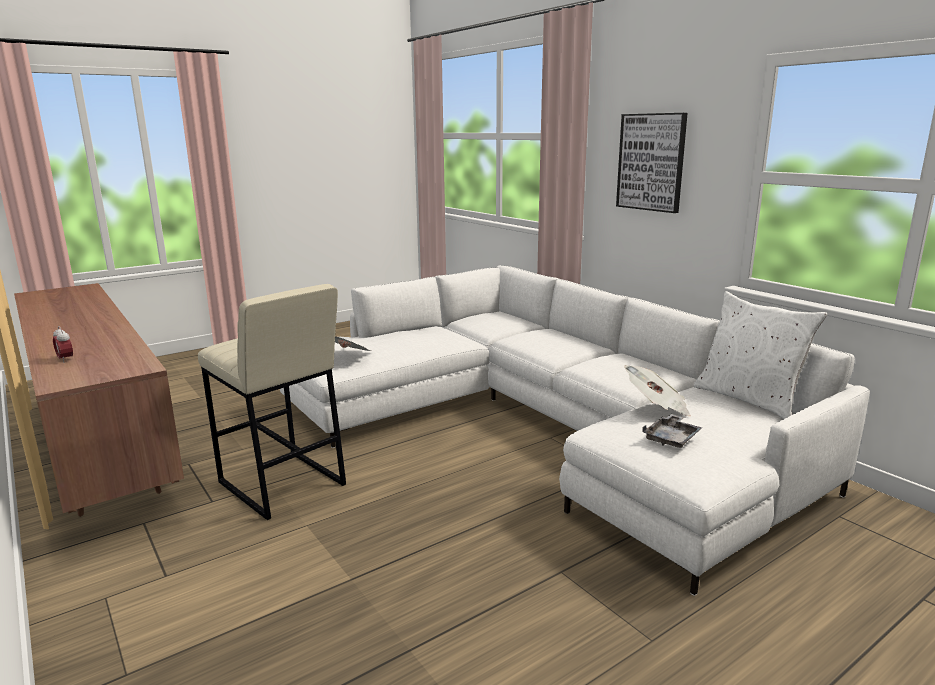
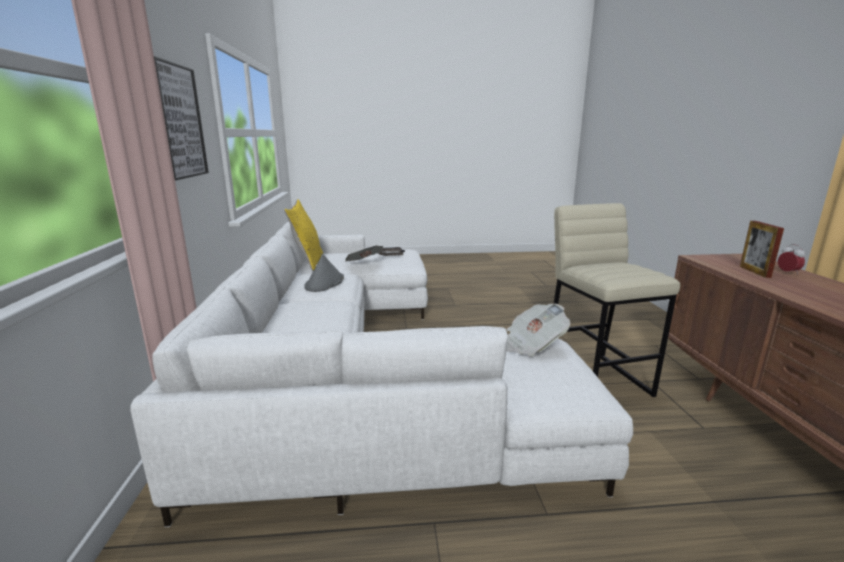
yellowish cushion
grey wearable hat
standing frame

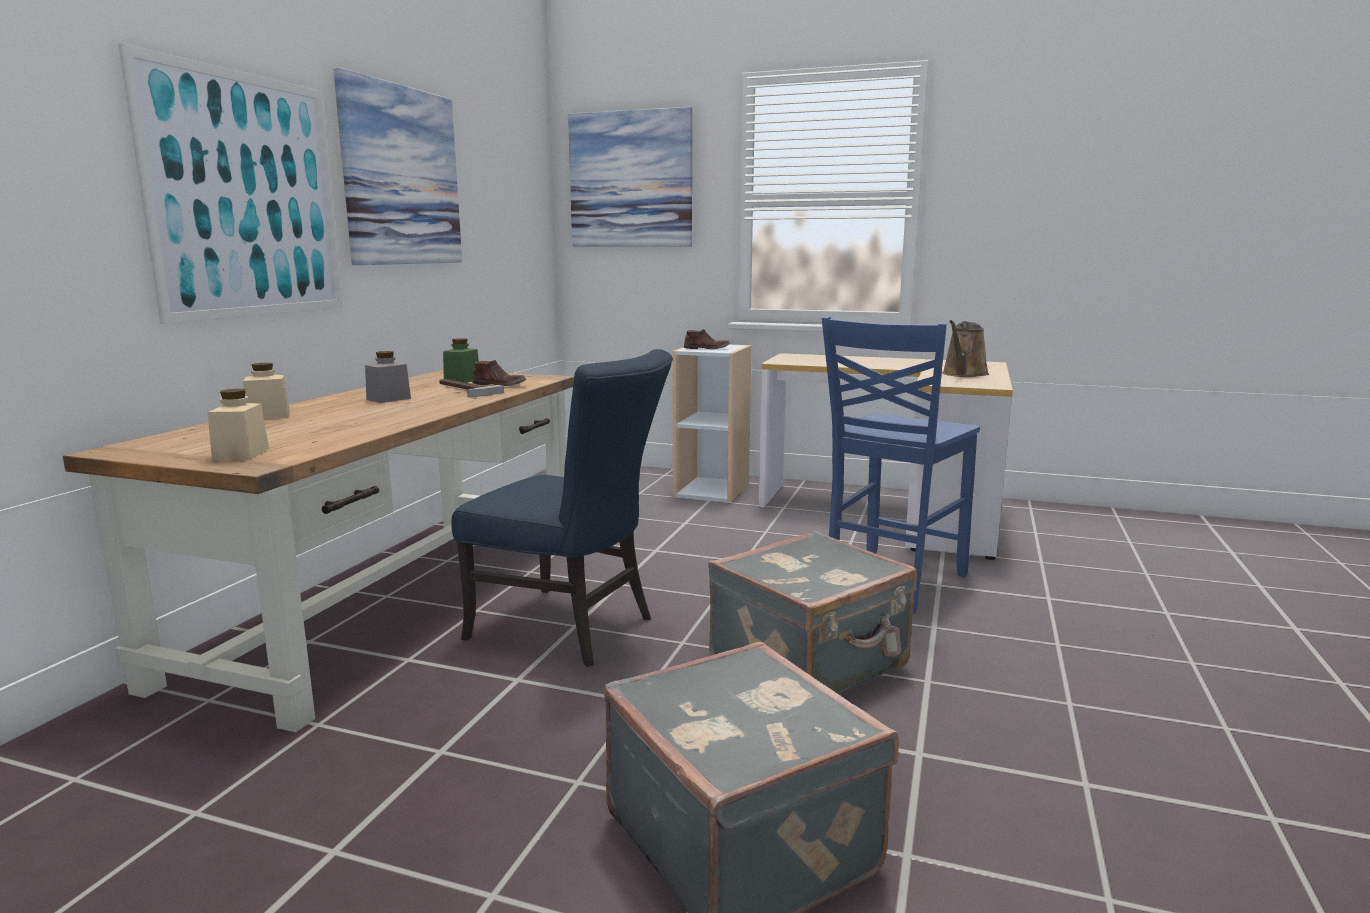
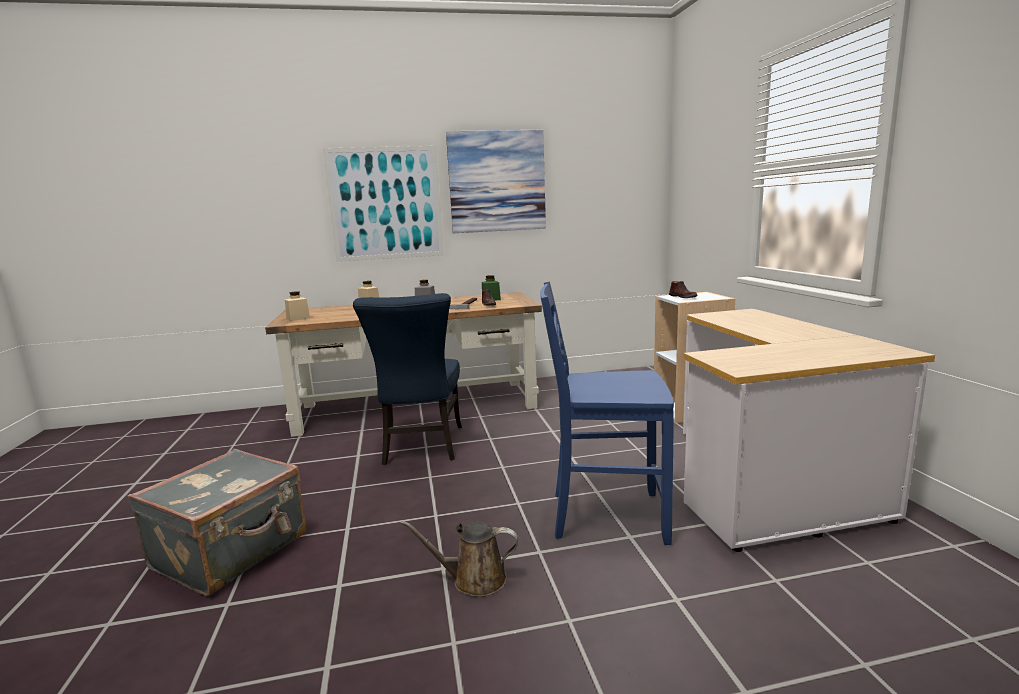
wall art (no. 3 from left in the first image)
grey suitcase (no. 2 from left in the first image)
brownish sprinkling can

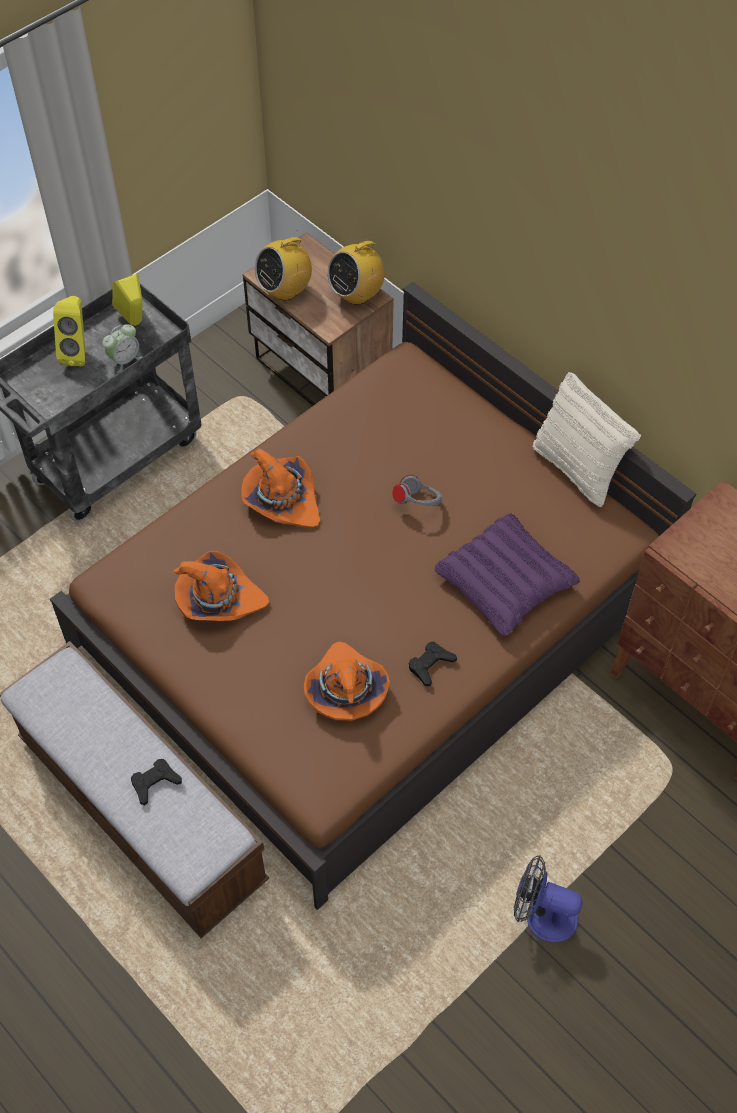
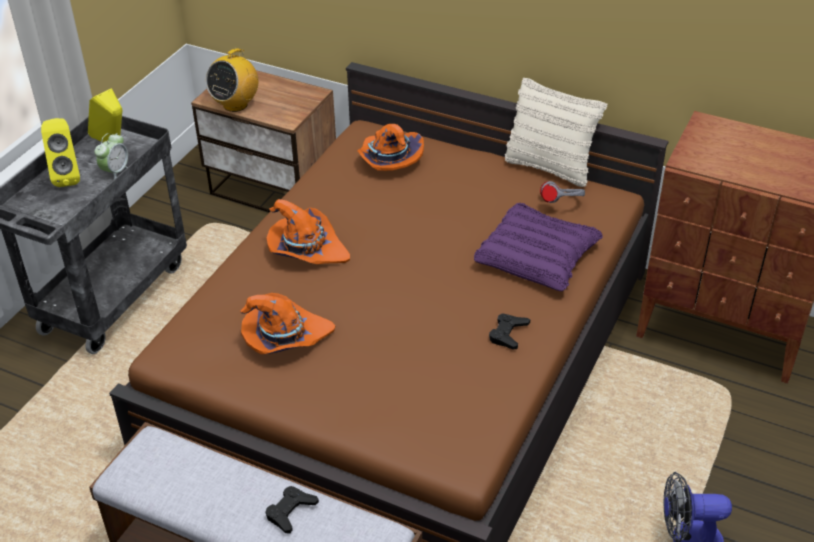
orange-coloured wearable hat (no. 3 from left)
radio (no. 2 from left in the first image)
grey pair of headphones

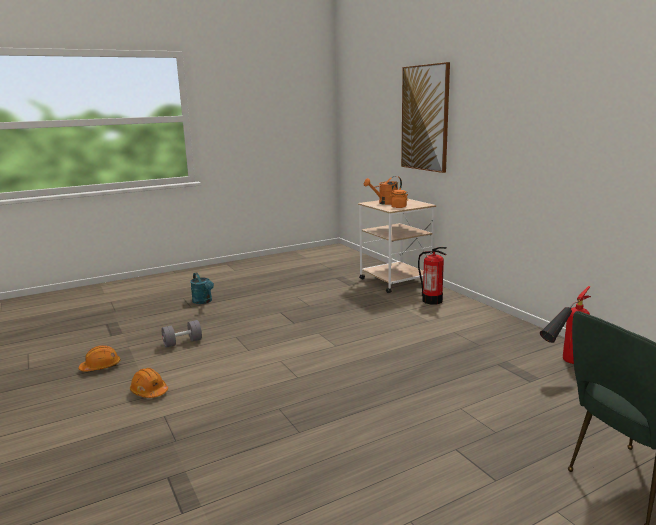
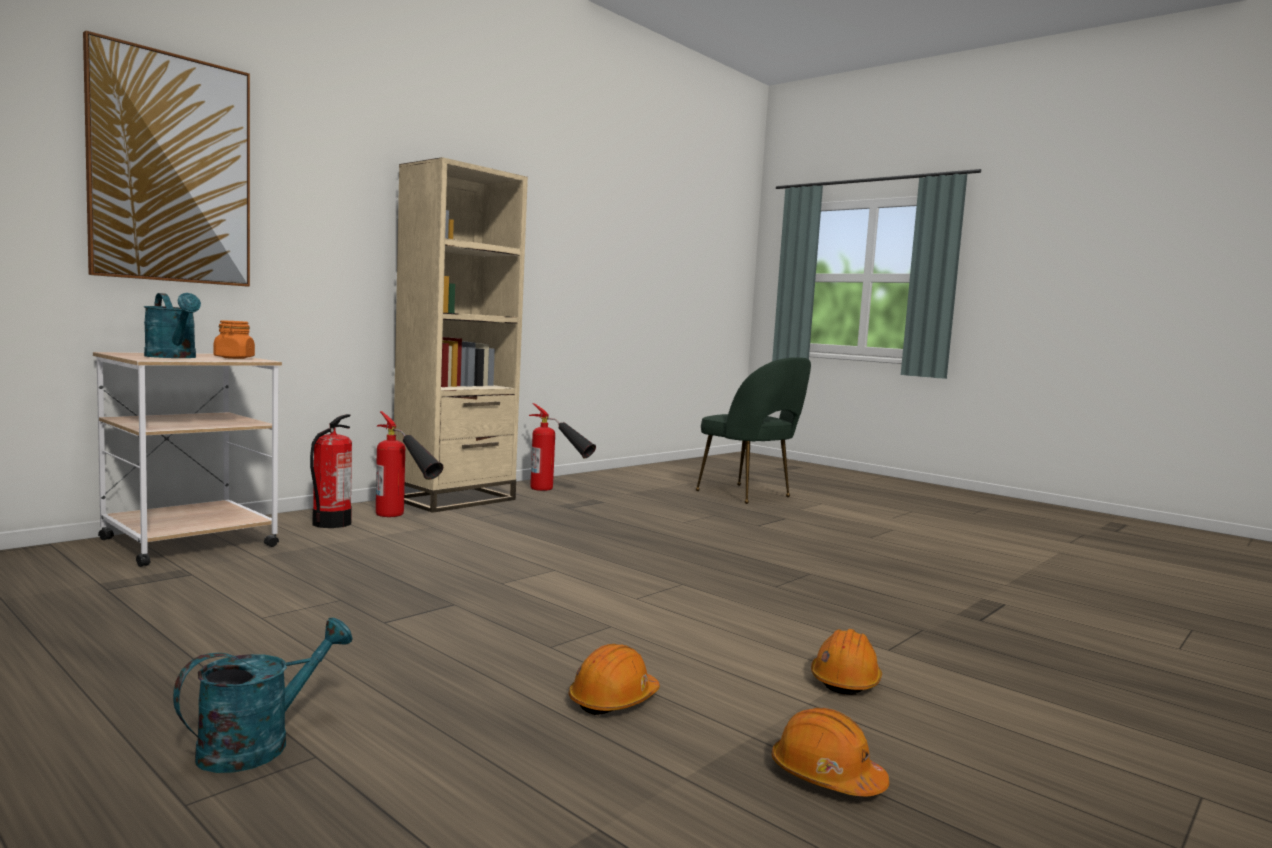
orange-coloured safety helmet (no. 1 from left)
turquoise-coloured sprinkling can (no. 1 from left)
fire-fighting cylinder (no. 2 from left)
beige-coloured bookshelf

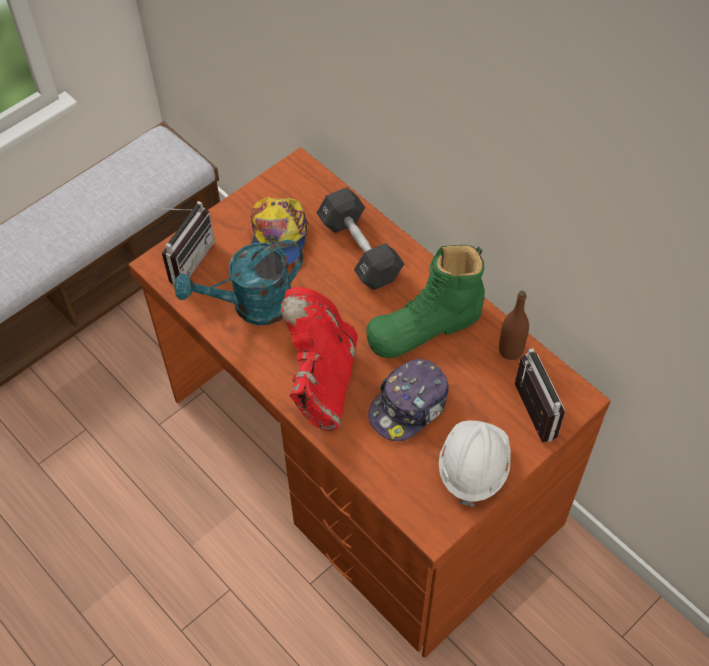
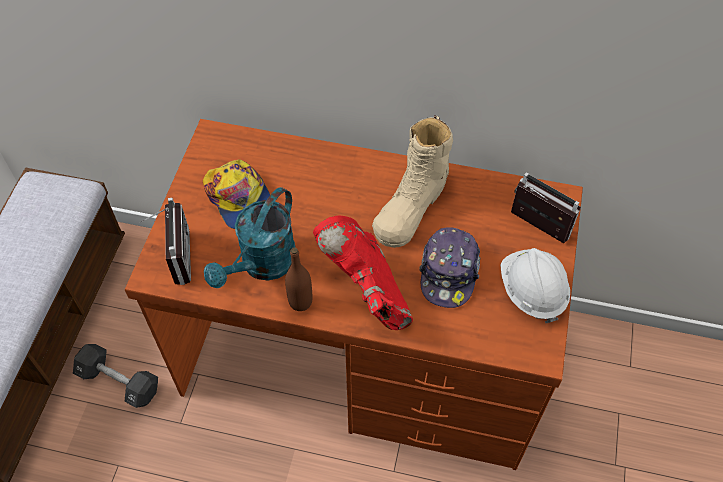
blackish dumbbell
beige-coloured high-top boot
brownish beverage bottle

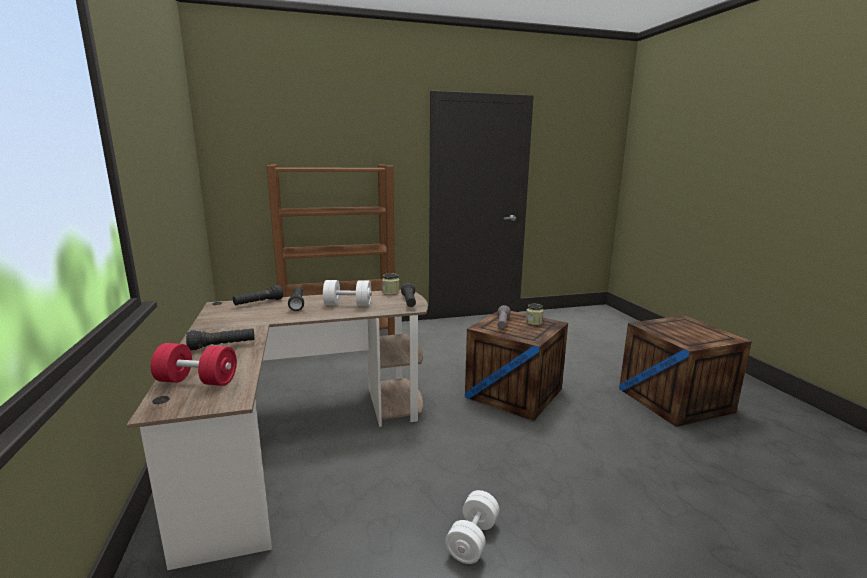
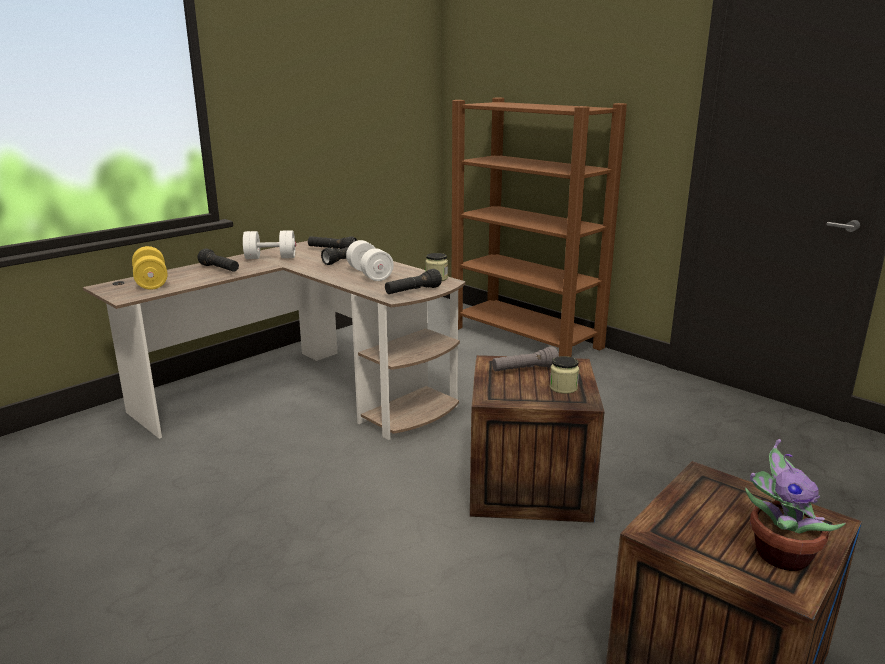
yellowish dumbbell
white dumbbell (no. 1 from left)
houseplant

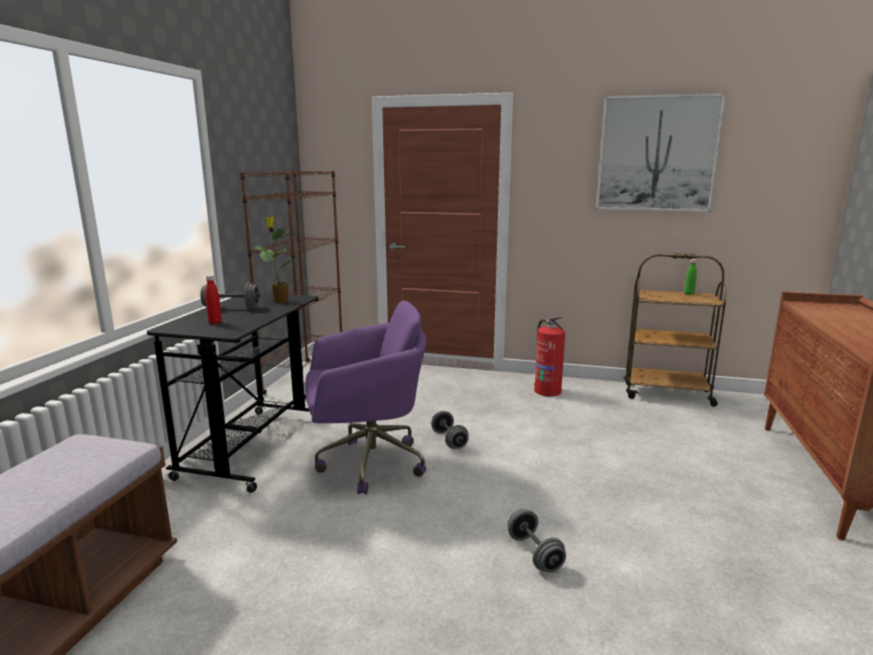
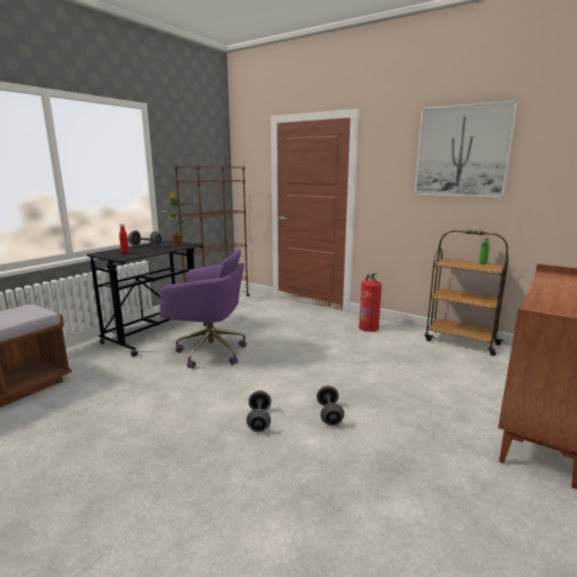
grey dumbbell (no. 3 from left)

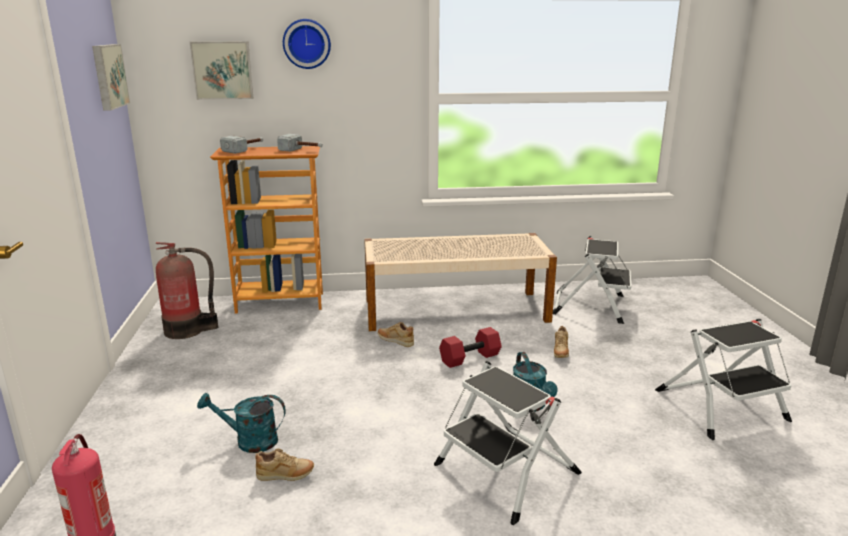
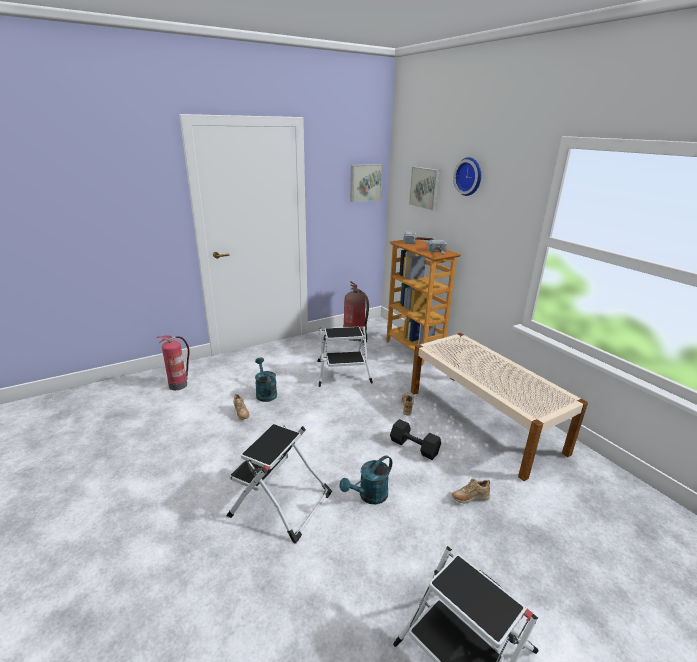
blackish dumbbell
step stool (no. 2 from left)

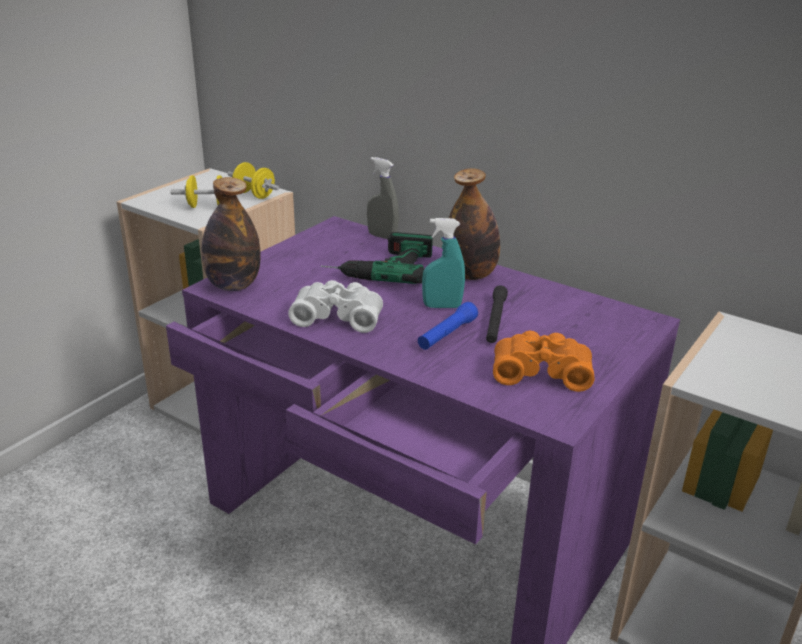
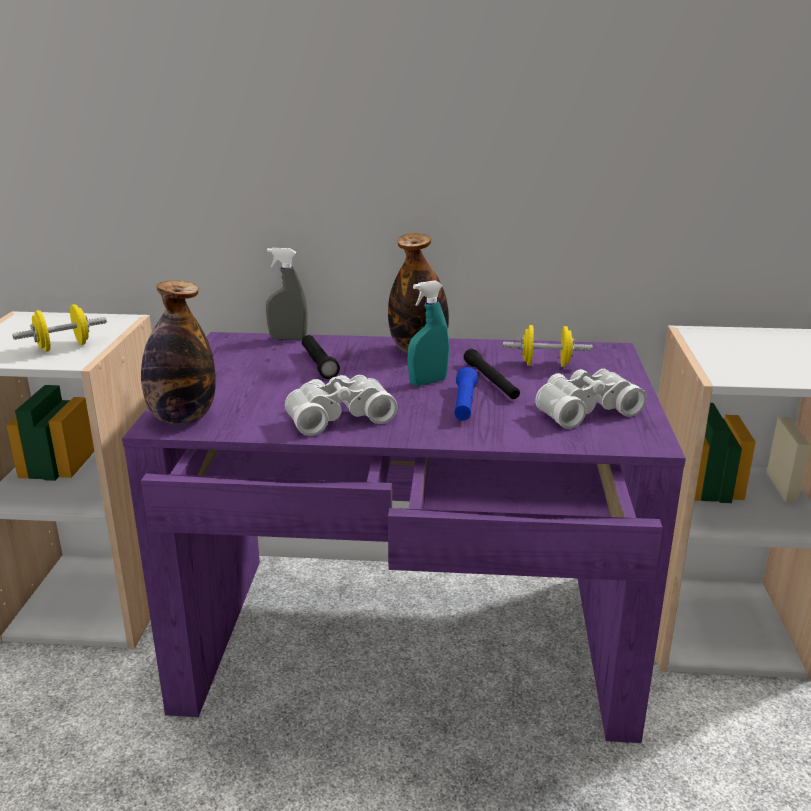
yellowish dumbbell (no. 2 from left)
blackish hand torch (no. 1 from left)
white binoculars (no. 2 from left)

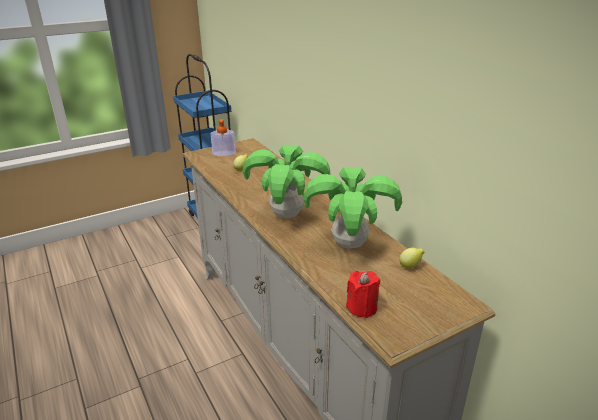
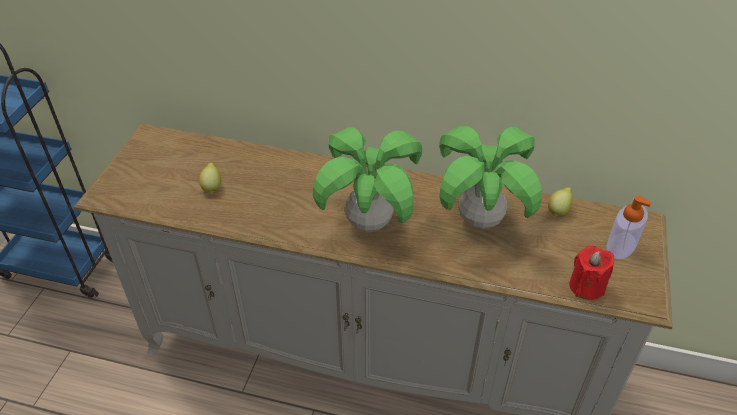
soap dispenser

